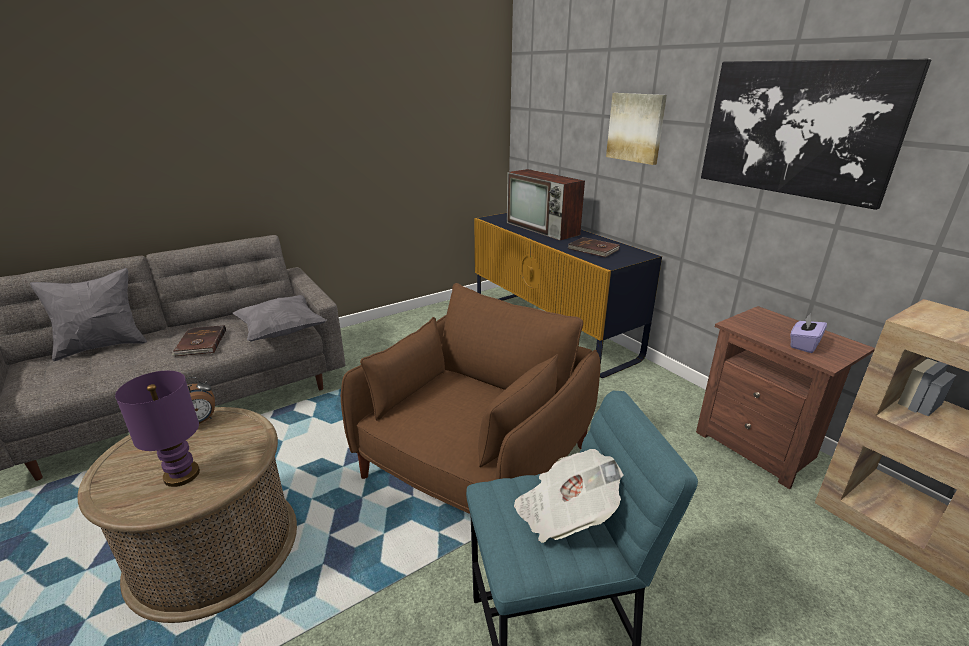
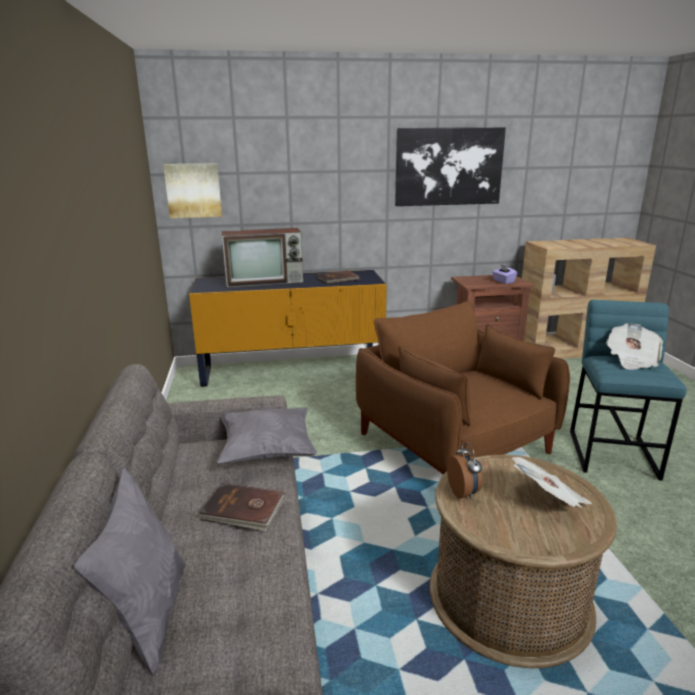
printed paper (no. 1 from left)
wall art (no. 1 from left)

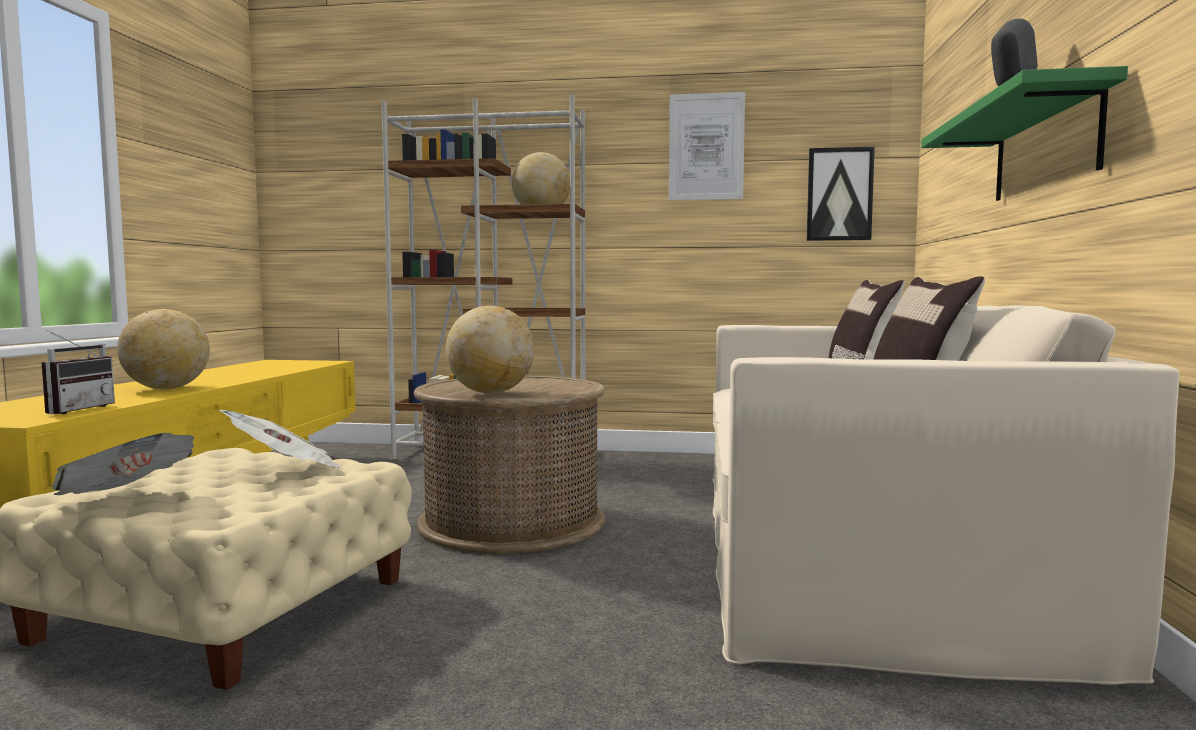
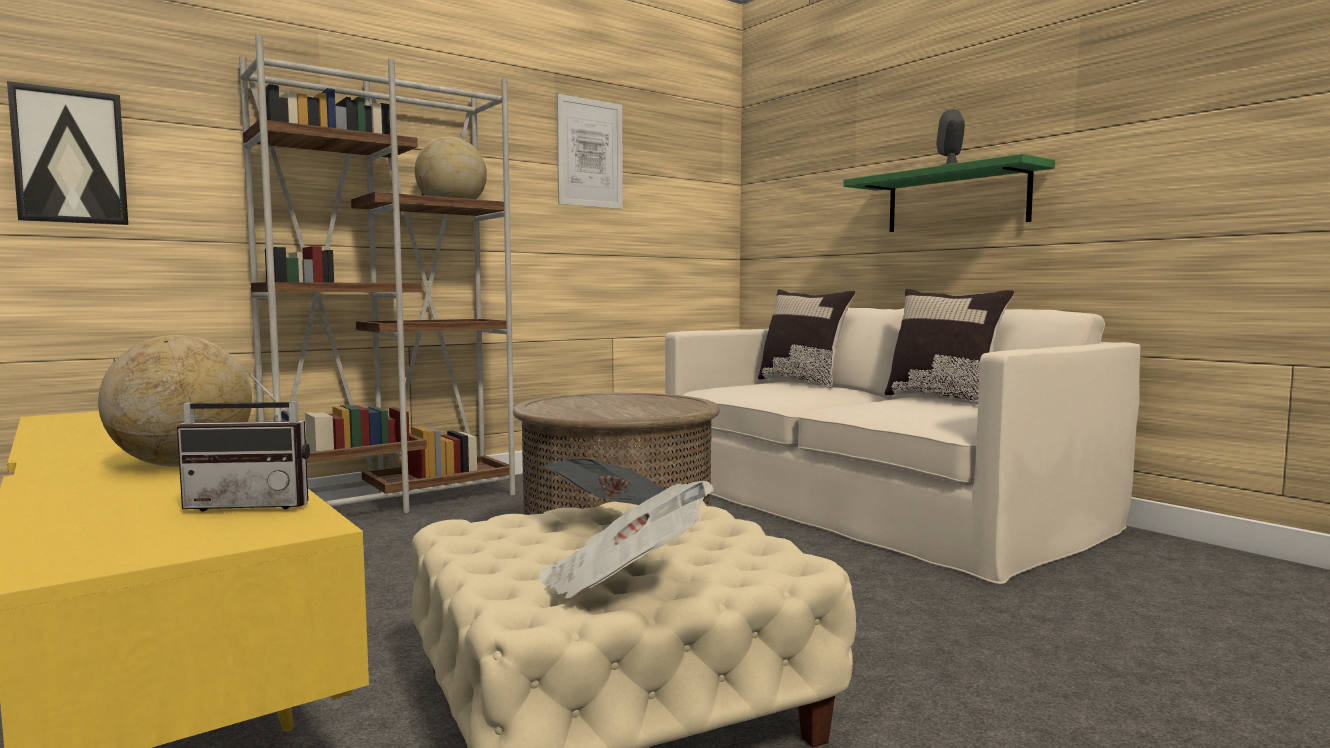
radio
desk globe (no. 2 from left in the first image)
wall art (no. 1 from left)

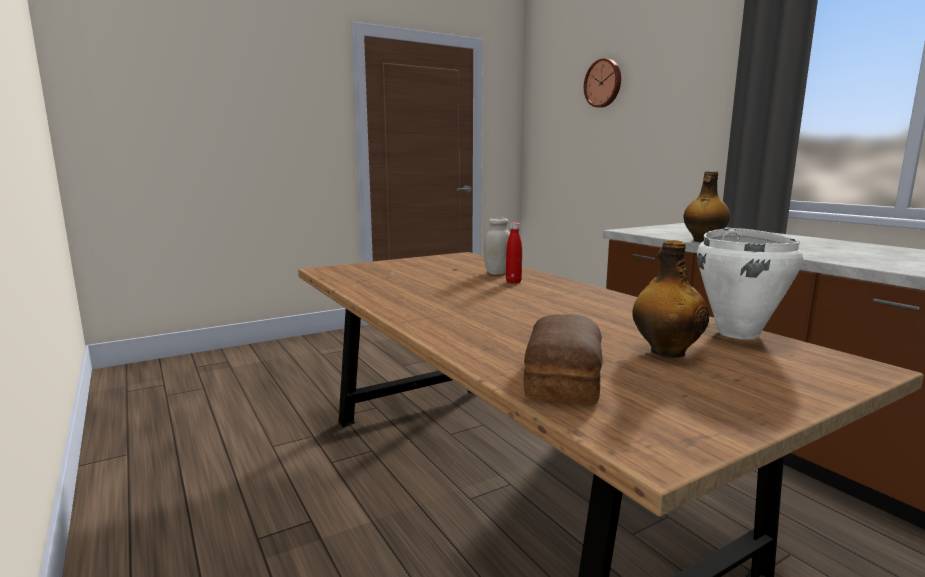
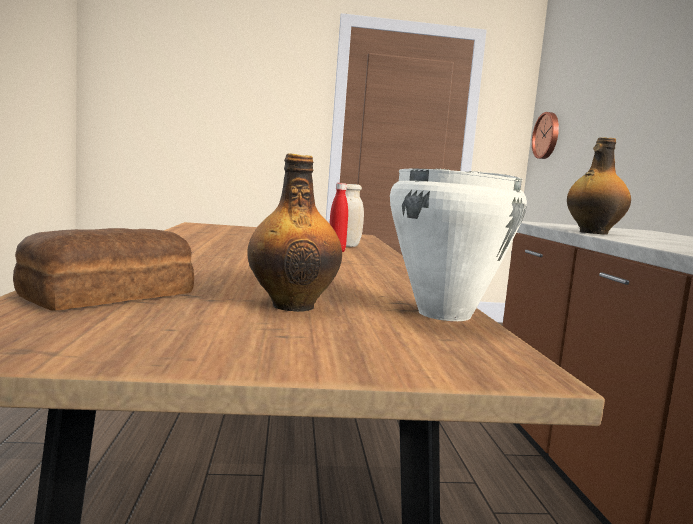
wall clock

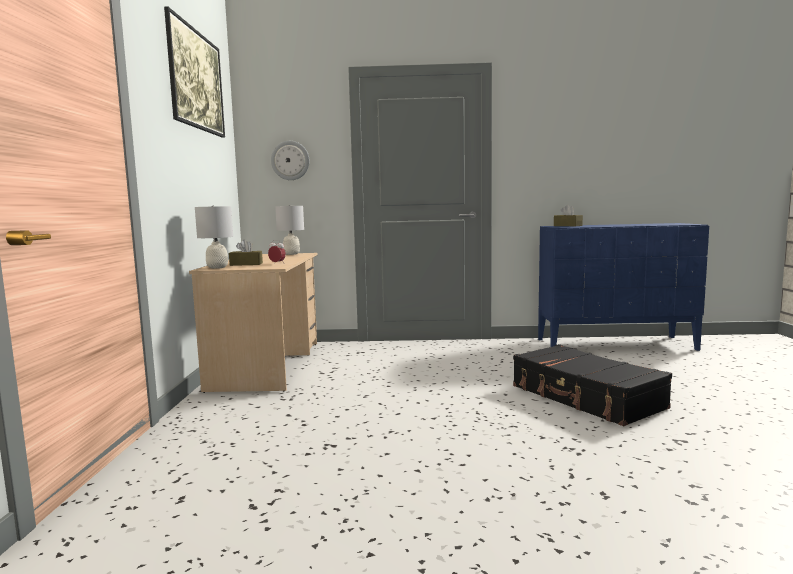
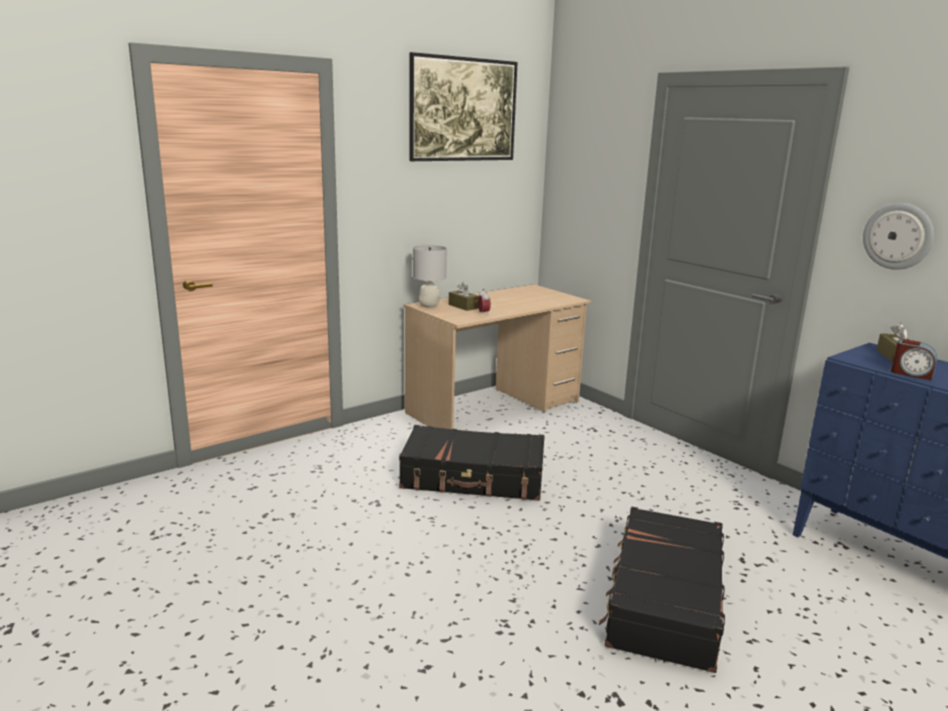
wall clock
grey table lamp (no. 2 from left in the first image)
blackish suitcase (no. 1 from left)
bedside clock (no. 2 from left)

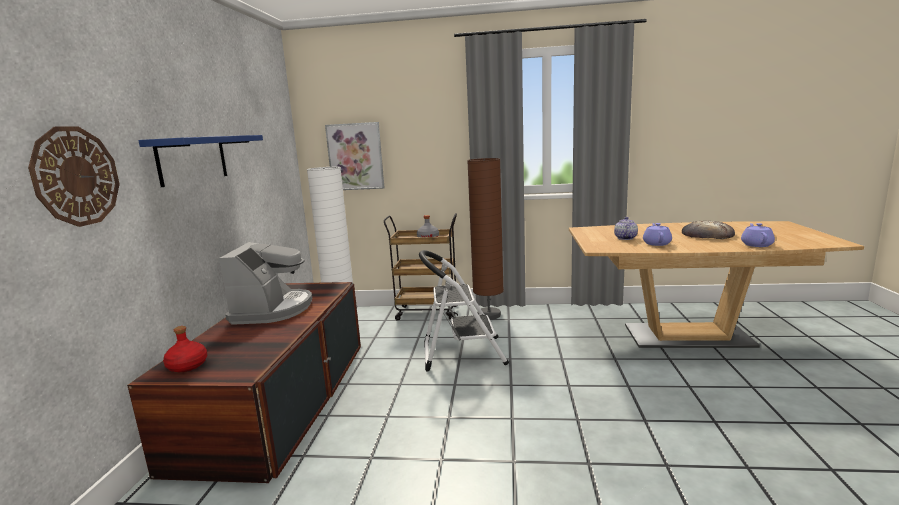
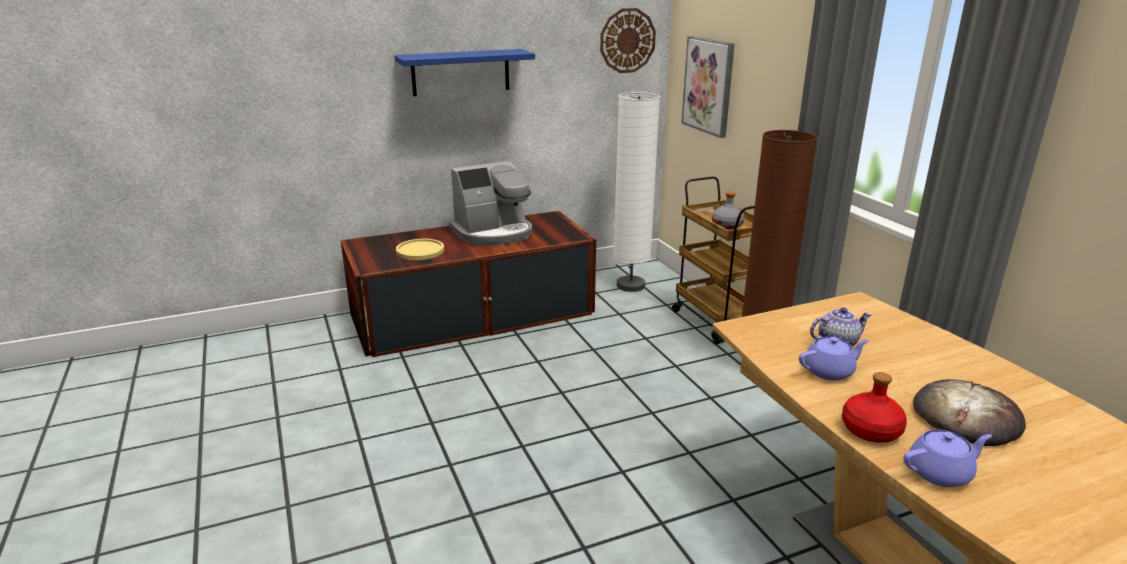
wall clock
red beverage bottle
step stool
yellowish plate

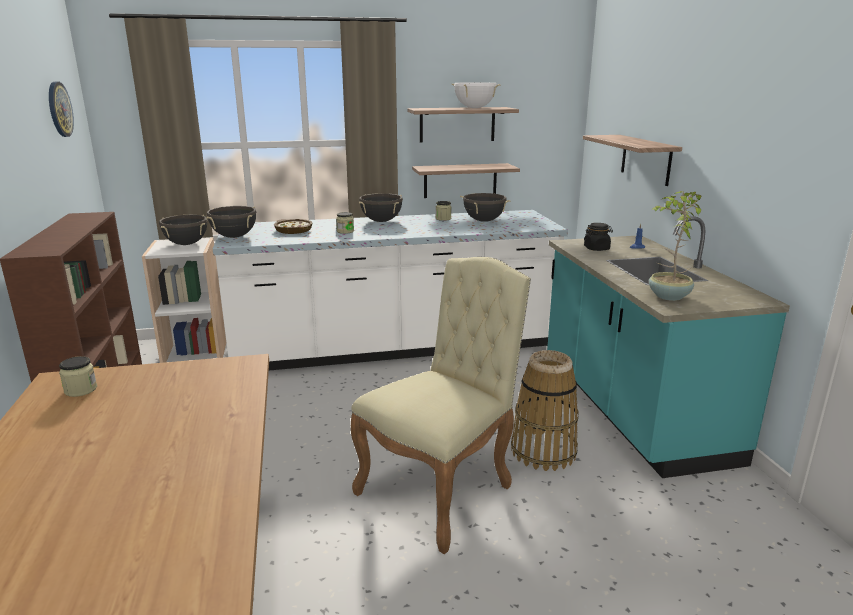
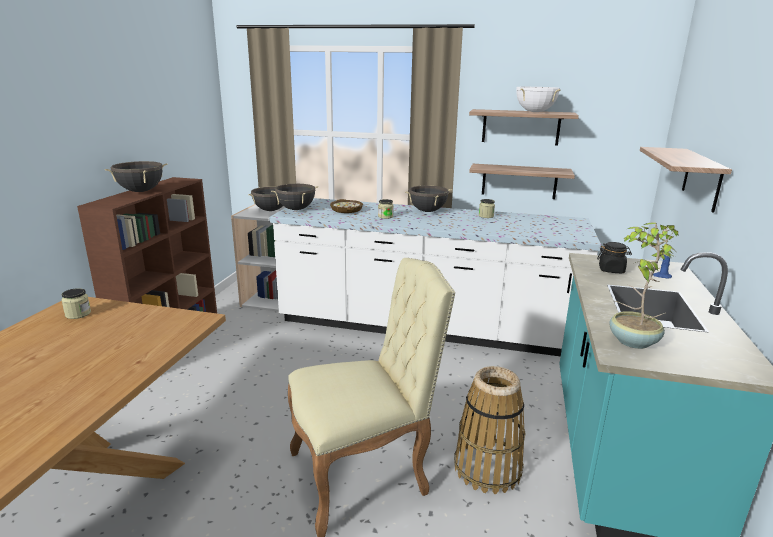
wall clock
blackish saucepot (no. 1 from left)

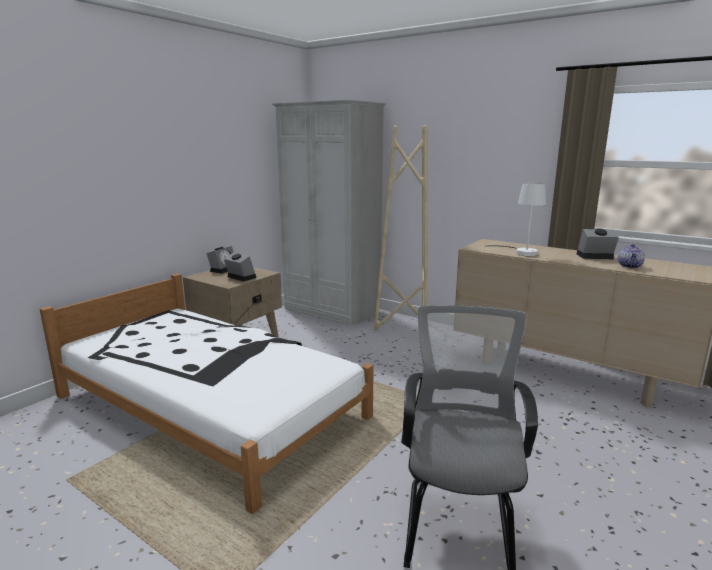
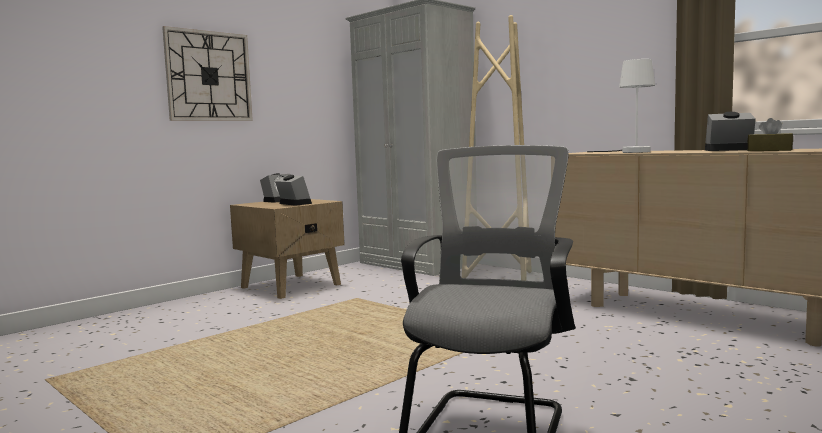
white bedroom bed
brownish tissue holder
wall clock

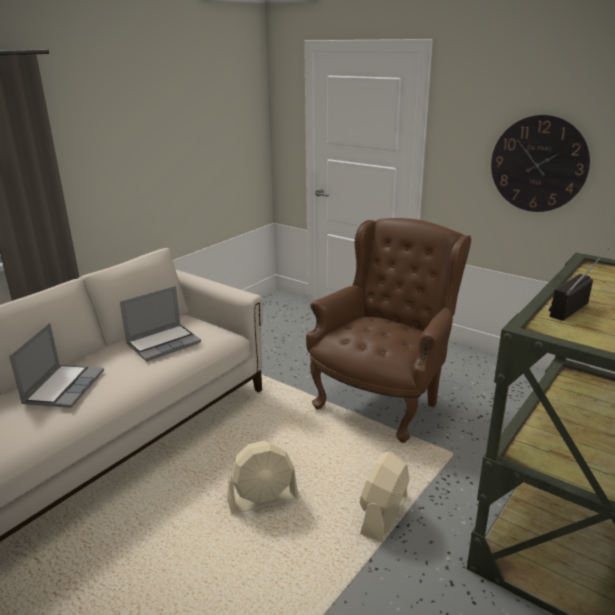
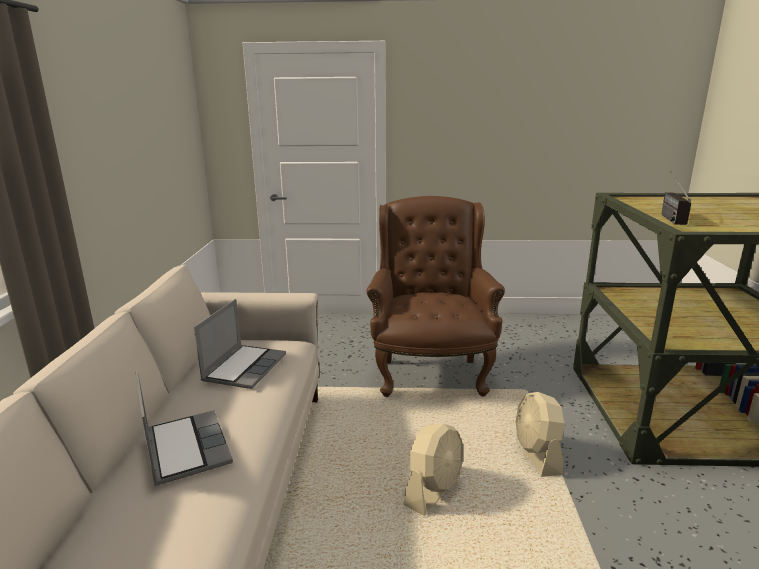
wall clock

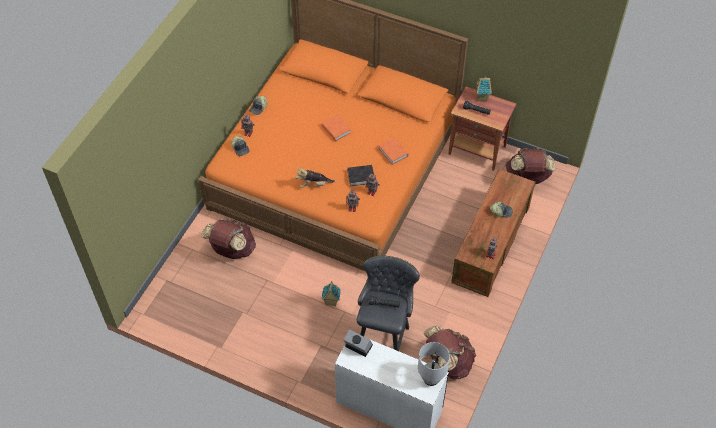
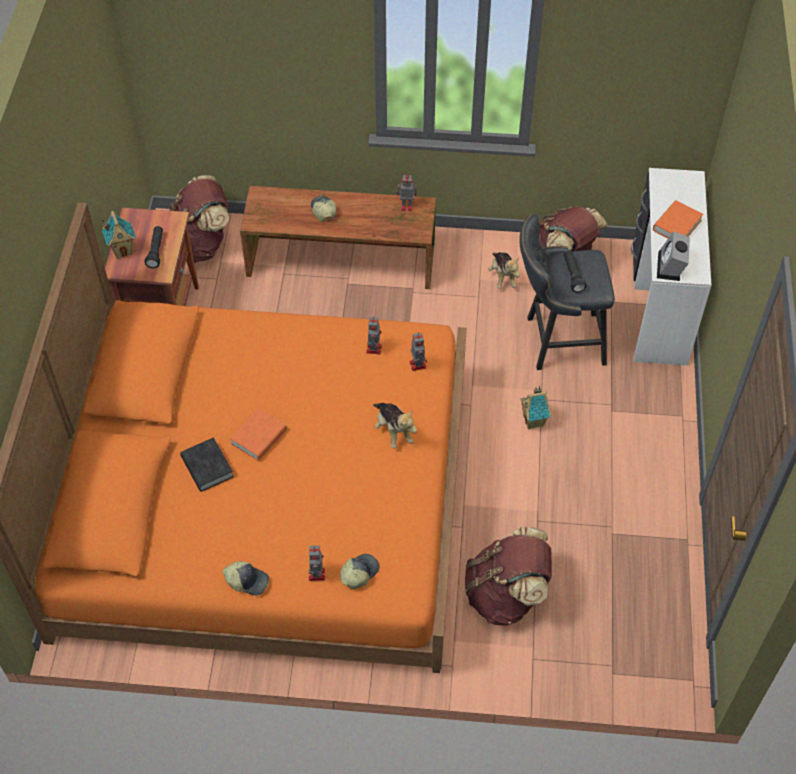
blackish book
orange-coloured book (no. 2 from left)
white table lamp
soft toy (no. 2 from left)

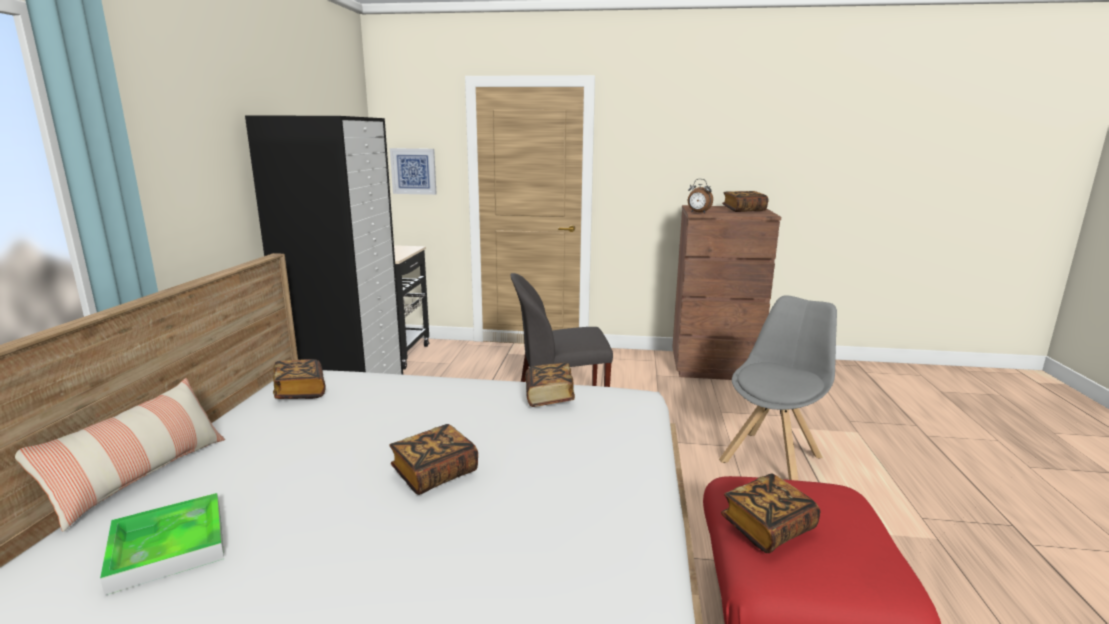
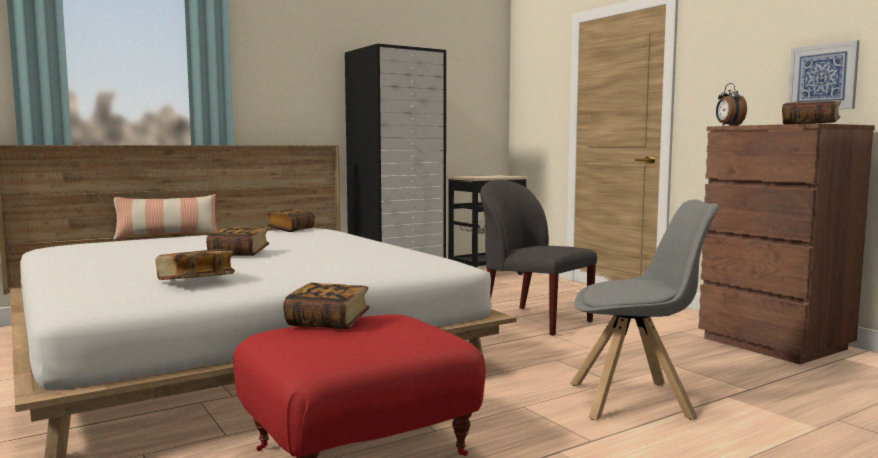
serving tray
wall art
book (no. 1 from left)

